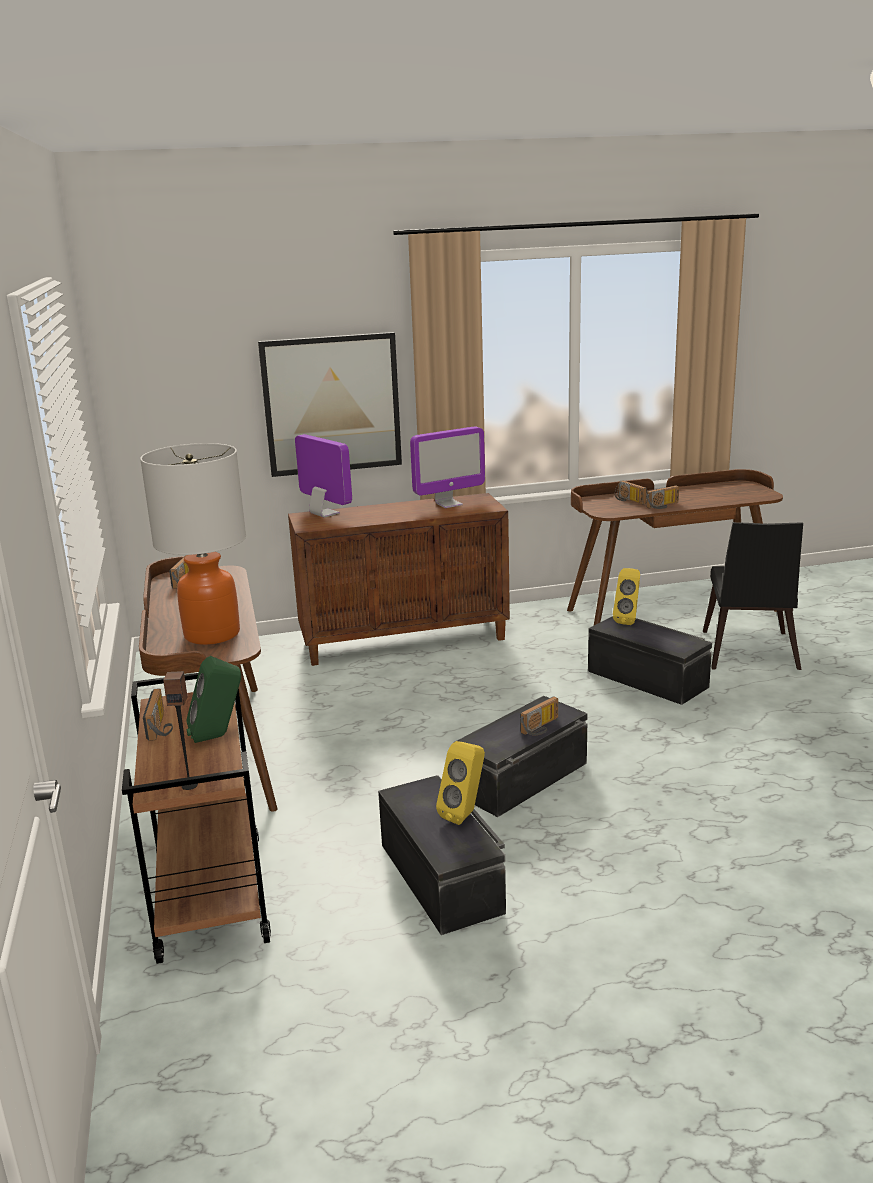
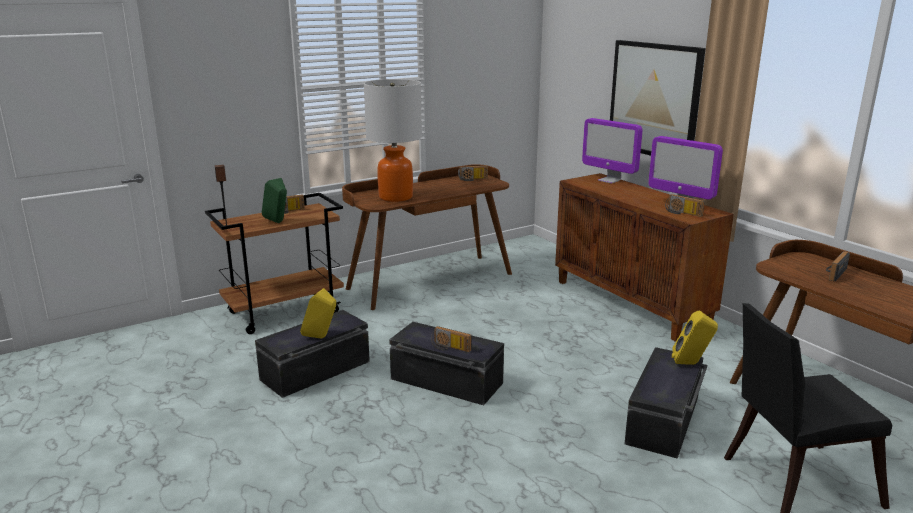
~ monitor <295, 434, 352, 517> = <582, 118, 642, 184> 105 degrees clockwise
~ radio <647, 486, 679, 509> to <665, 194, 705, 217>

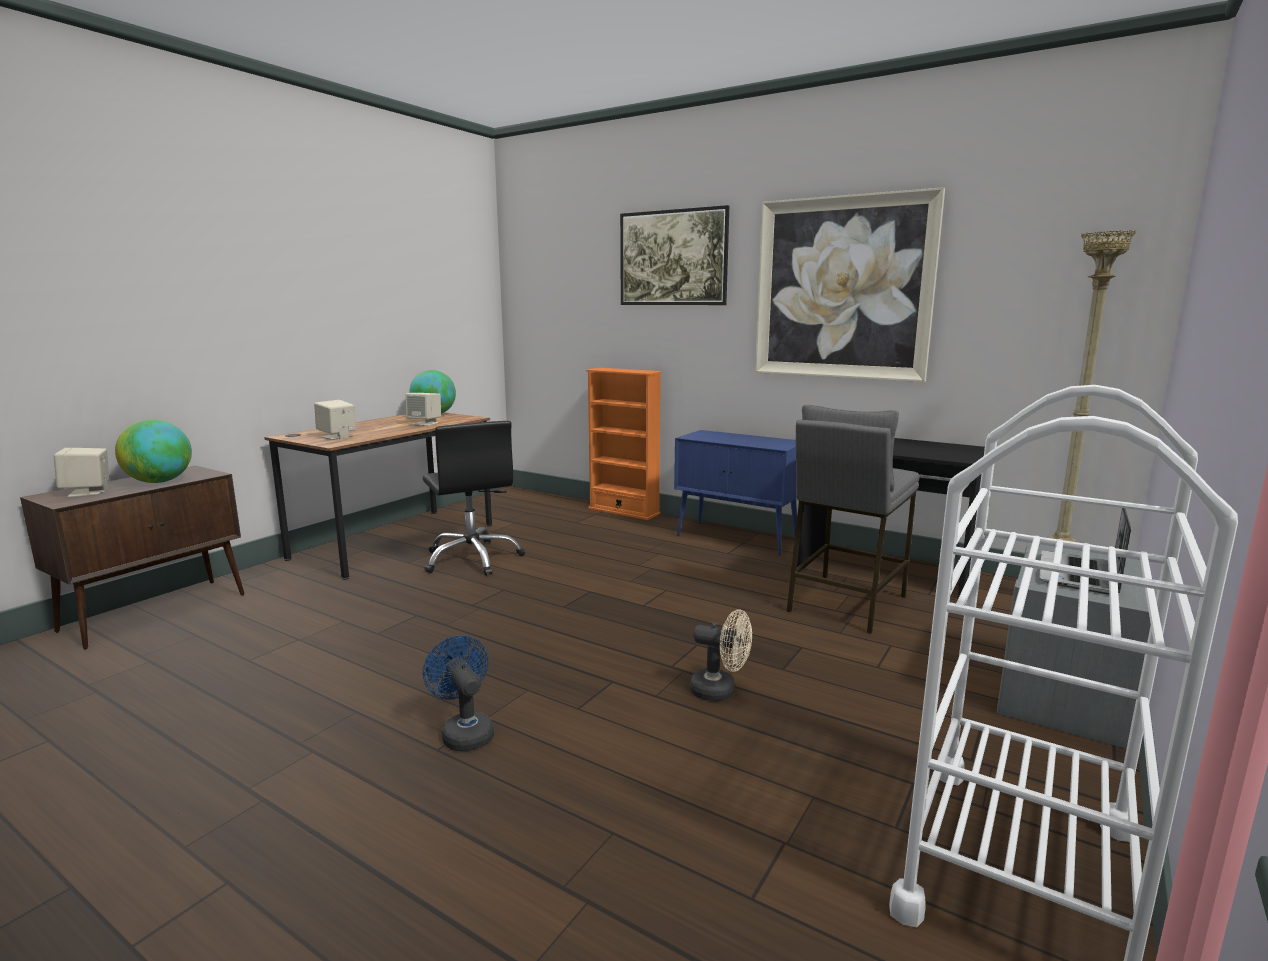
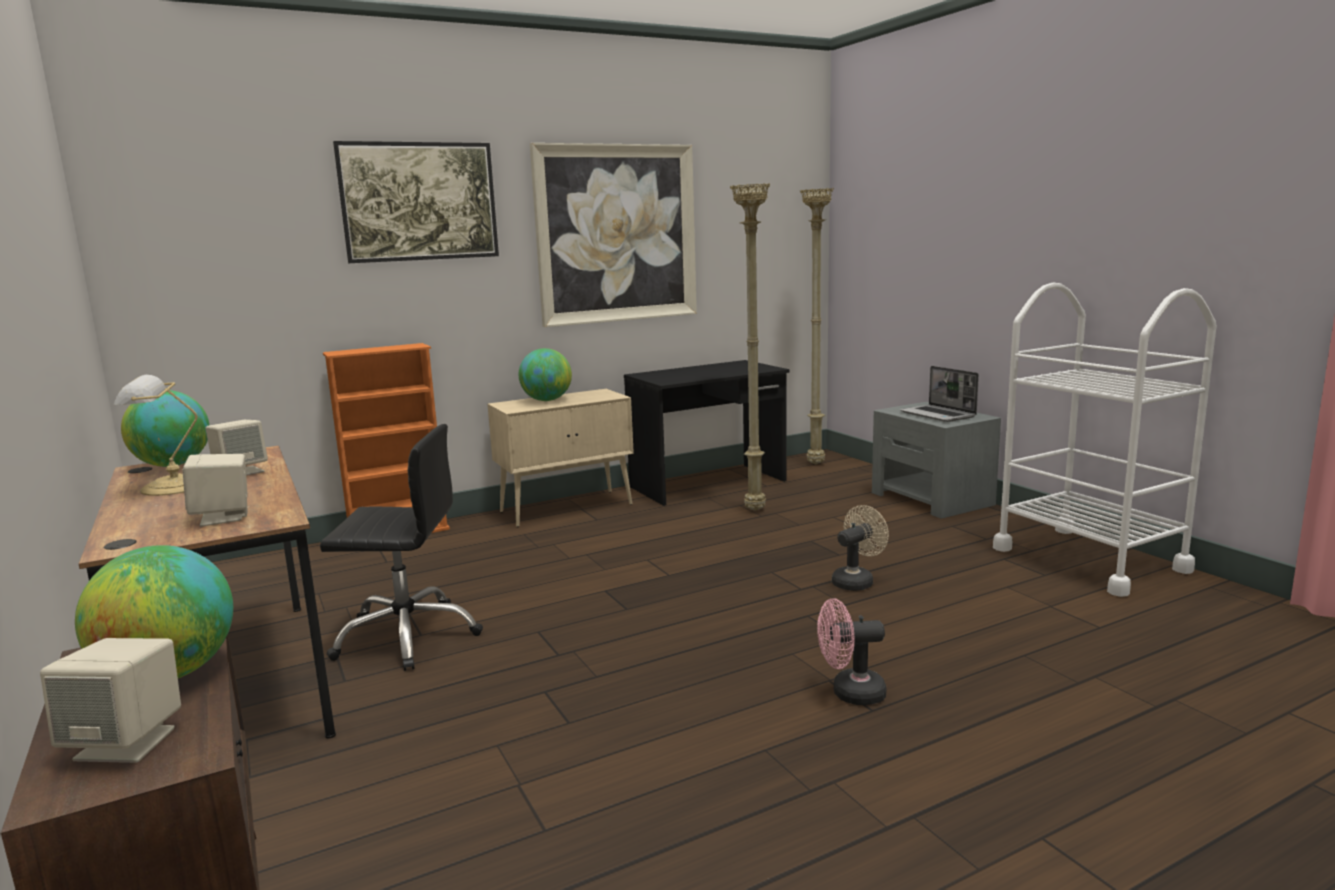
+ table lamp <114, 375, 198, 496>
~ blue cabinet <674, 430, 797, 556> to beige cabinet <487, 389, 634, 527>
+ globe <519, 348, 572, 401>
~ grey stool <786, 405, 919, 634> to beige floor lamp <730, 183, 770, 511>
~ blue fan <423, 635, 494, 751> to pink fan <817, 598, 887, 705>

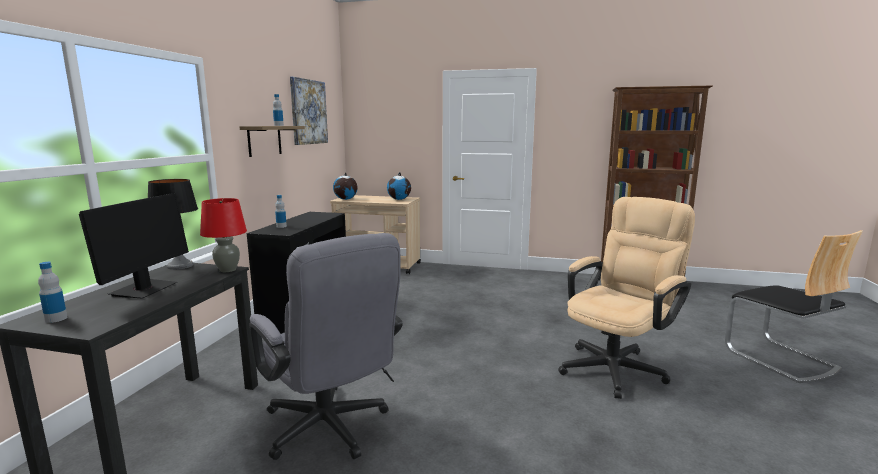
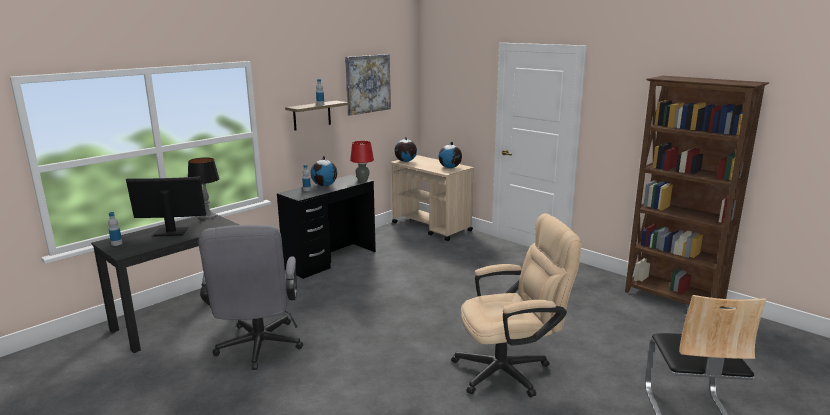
~ monitor <79, 193, 189, 299> = <126, 177, 206, 237> 135 degrees counterclockwise
+ globe <310, 156, 337, 186>
~ red table lamp <200, 198, 247, 272> to <350, 141, 374, 182>

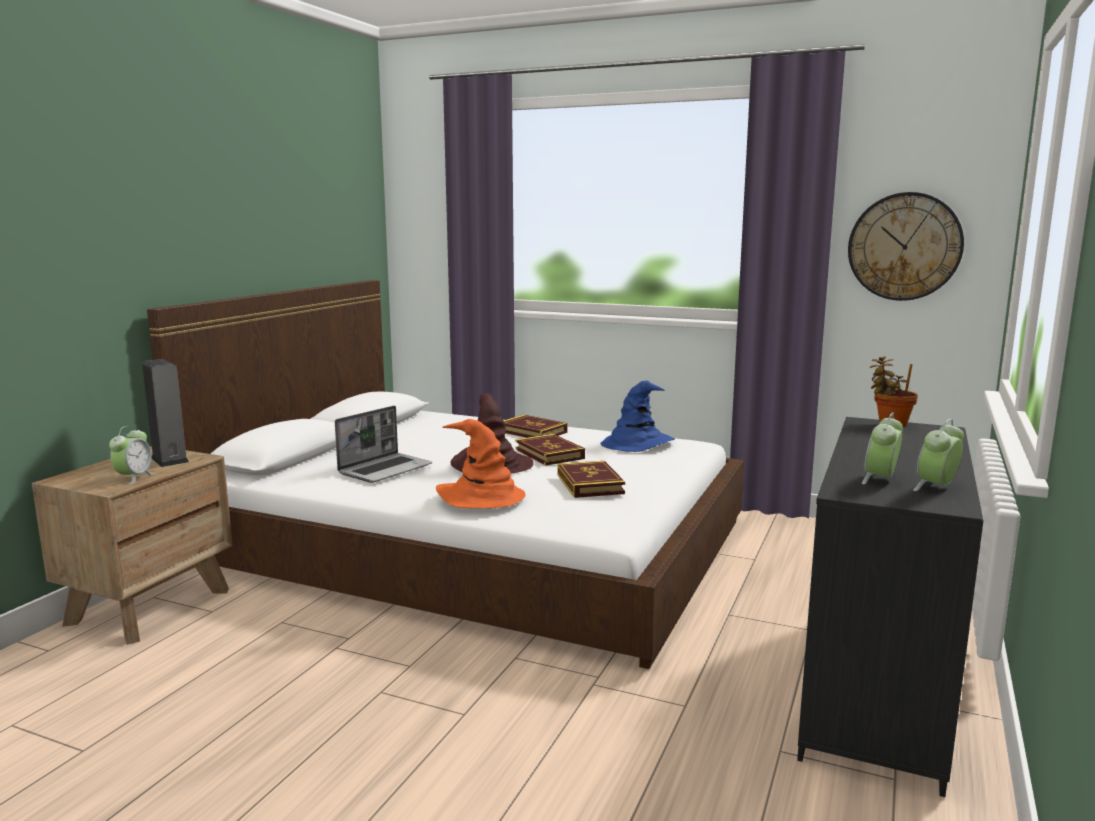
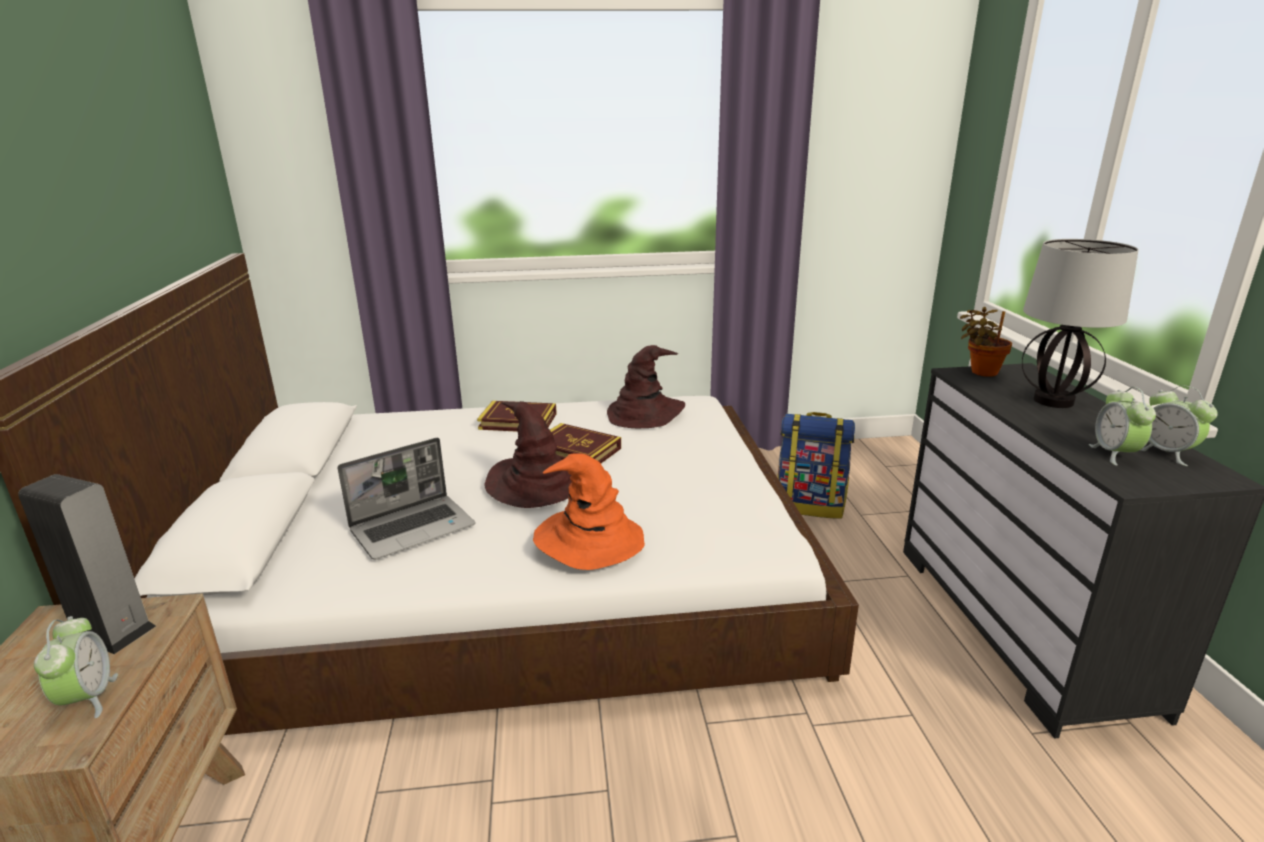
~ laptop <335, 406, 432, 483> = <338, 438, 475, 560> 45 degrees clockwise
~ blue hat <601, 381, 675, 452> to brown hat <607, 345, 685, 428>
+ backpack <777, 412, 855, 519>
+ table lamp <1022, 239, 1139, 408>
~ alarm clock <913, 419, 964, 491> = <1141, 385, 1218, 466> 45 degrees counterclockwise
- book <557, 461, 625, 498>
- wall clock <848, 192, 964, 301>

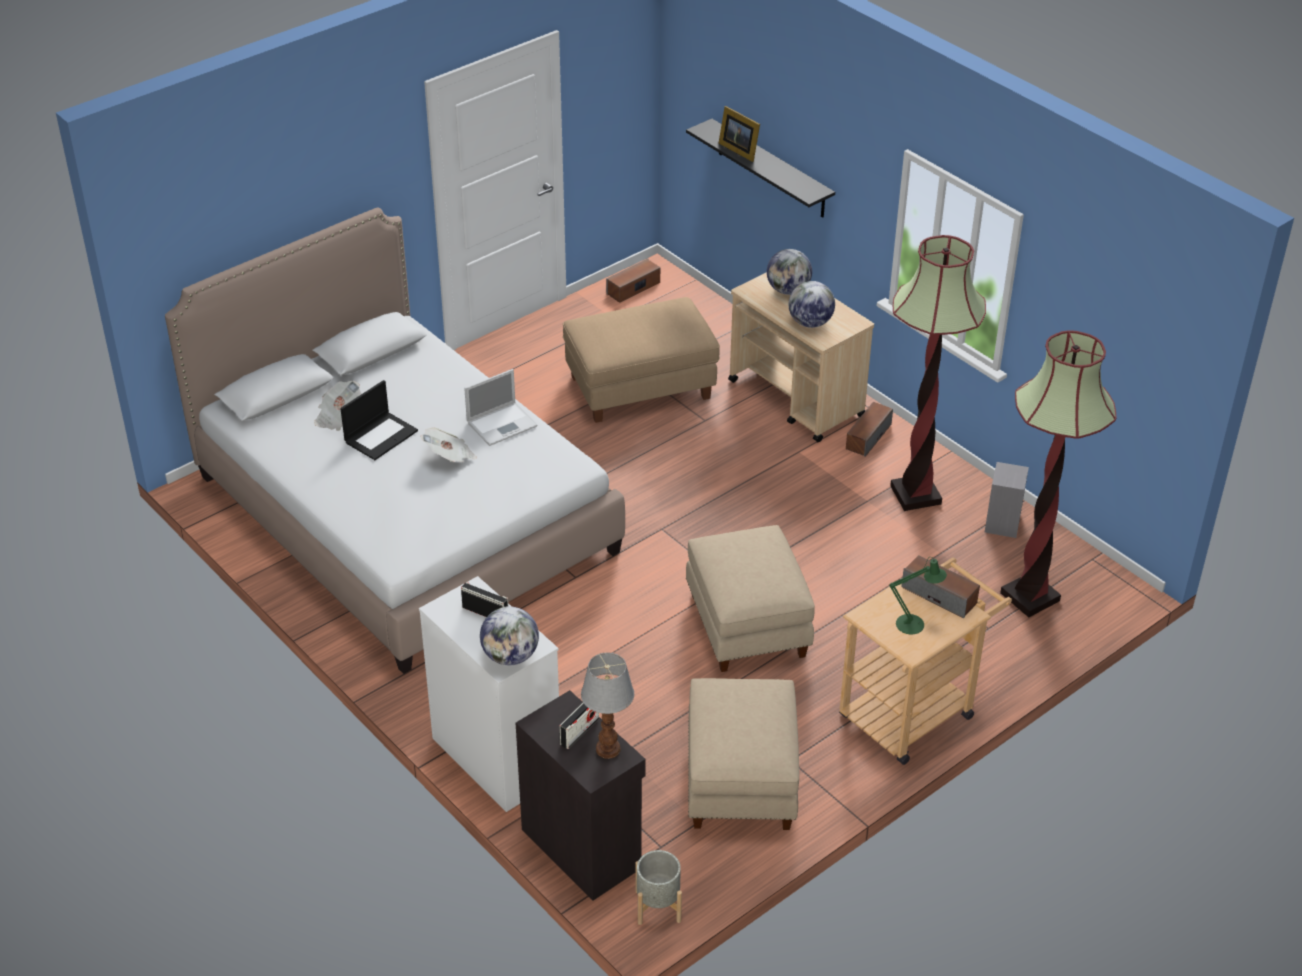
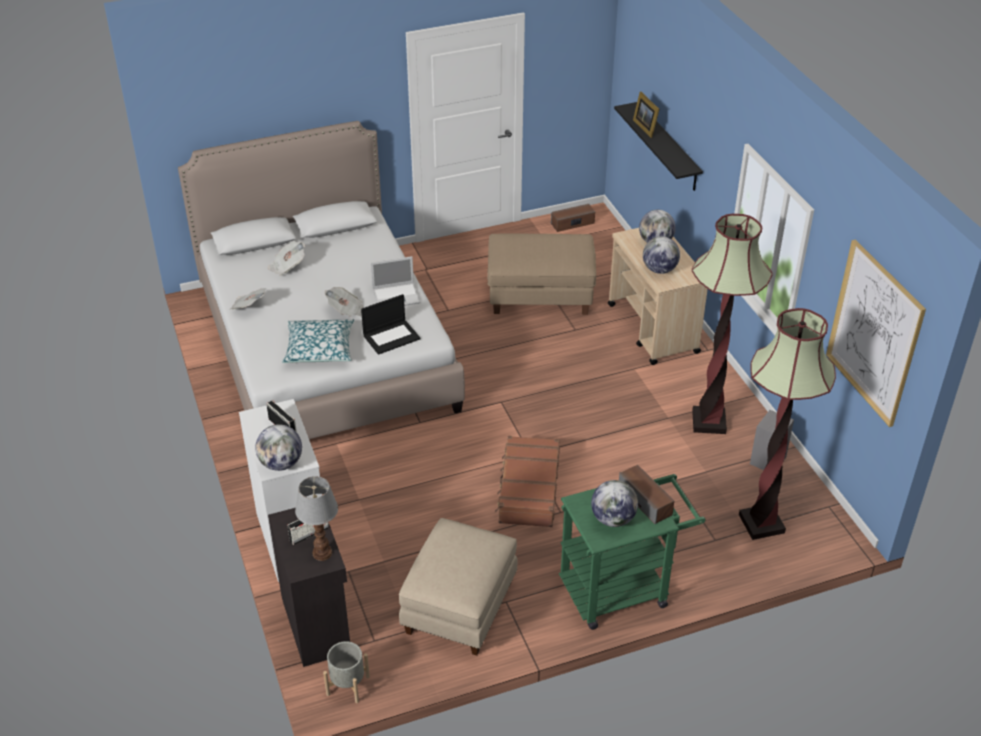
+ newspaper <230, 288, 267, 310>
+ pillow <282, 319, 354, 363>
~ laptop <340, 380, 418, 460> to <361, 294, 421, 355>
~ beige ottoman <686, 525, 815, 672> to brown suitcase <495, 436, 560, 527>
~ beige cart <839, 557, 1012, 765> to green cart <559, 474, 706, 630>
~ green table lamp <889, 557, 947, 635> to globe <591, 480, 638, 527>
+ picture <826, 239, 926, 427>
- speaker <846, 402, 893, 457>

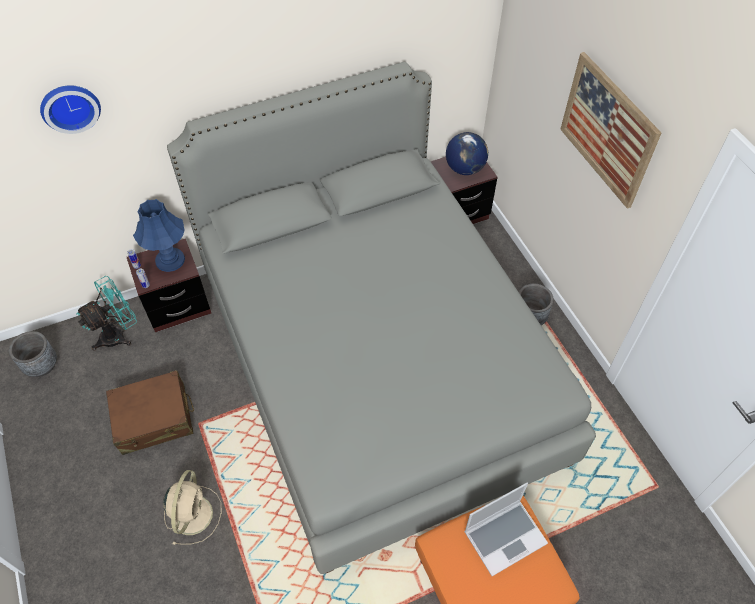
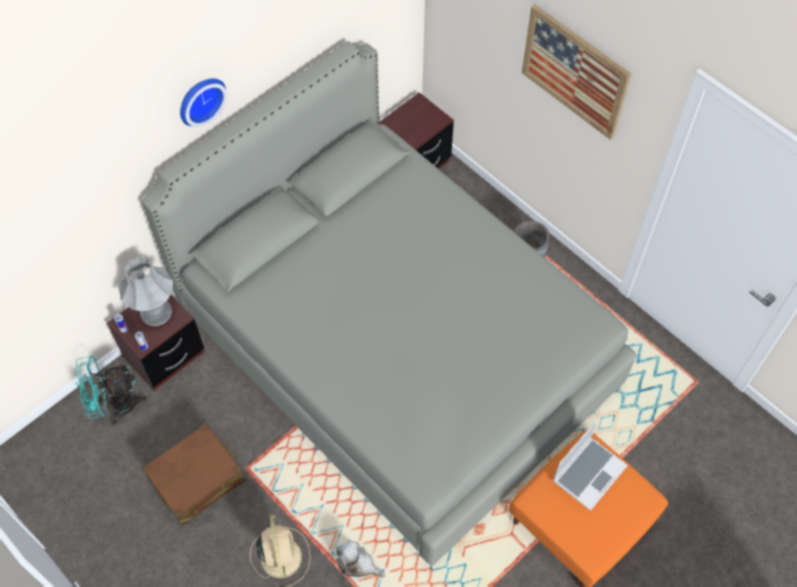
~ turquoise fan <77, 276, 137, 351> = <74, 356, 147, 425> 135 degrees counterclockwise
~ blue table lamp <133, 199, 185, 272> to grey table lamp <118, 257, 173, 326>
~ wall clock <40, 85, 101, 134> to <180, 78, 227, 127>
+ plush toy <336, 540, 385, 577>
- grey planter <9, 331, 57, 377>
- globe <446, 132, 488, 175>

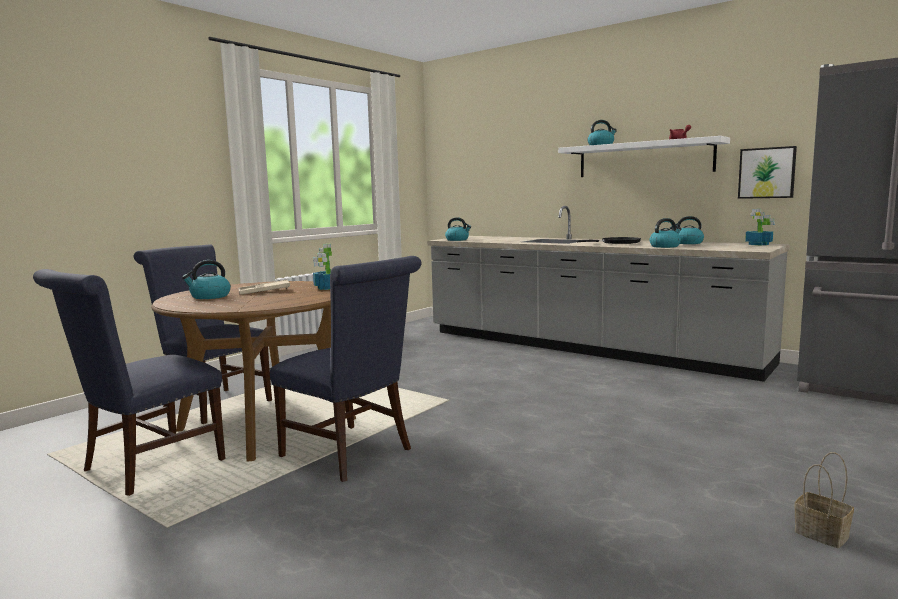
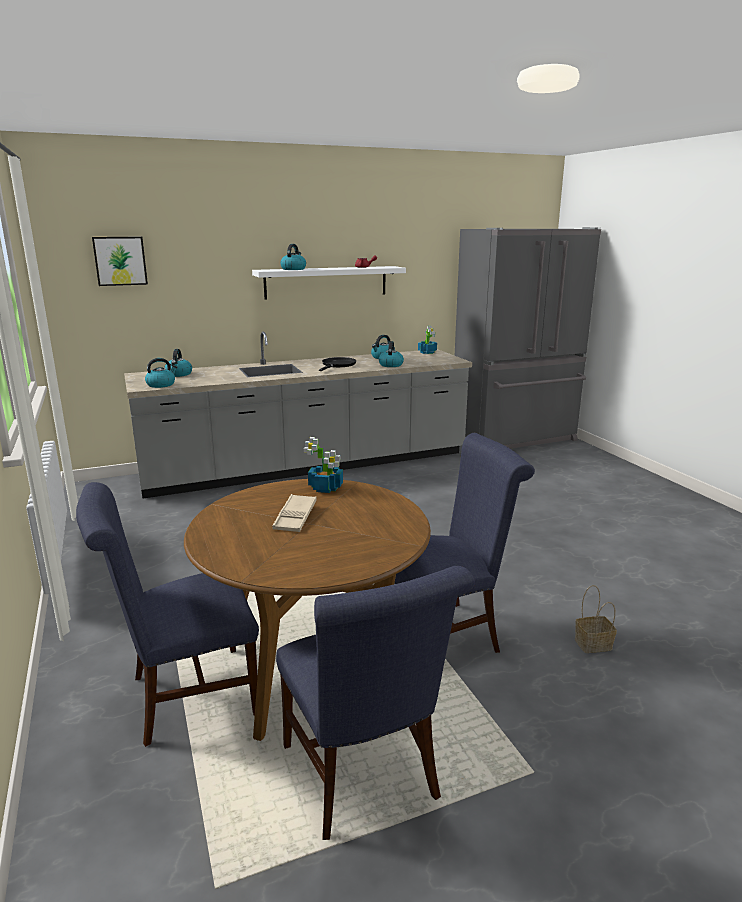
~ picture <738, 146, 797, 199> to <92, 237, 148, 286>
~ kettle <182, 260, 231, 299> to <164, 349, 192, 377>
~ basket <794, 452, 854, 548> to <575, 585, 617, 653>

